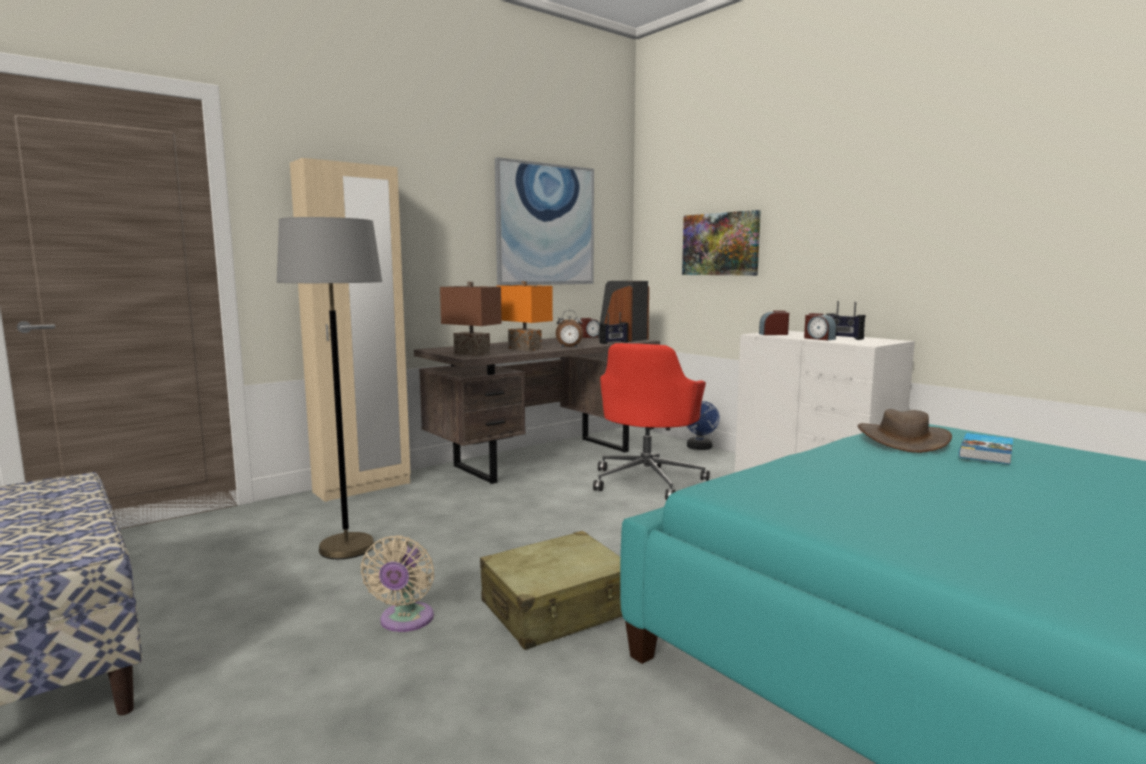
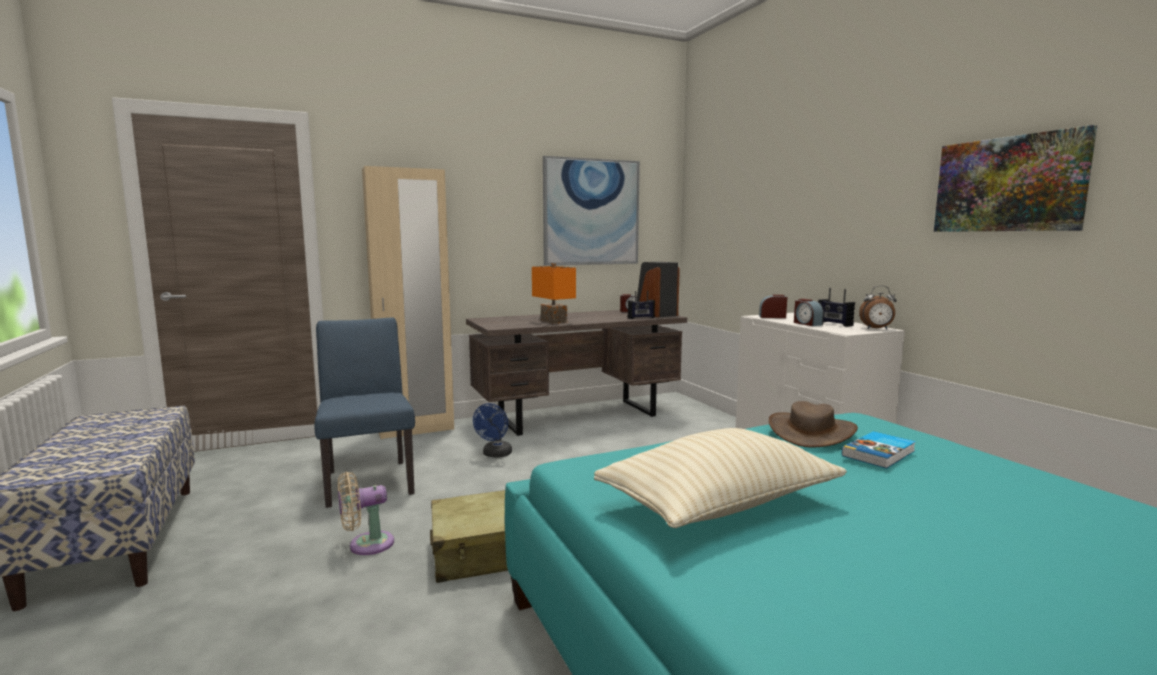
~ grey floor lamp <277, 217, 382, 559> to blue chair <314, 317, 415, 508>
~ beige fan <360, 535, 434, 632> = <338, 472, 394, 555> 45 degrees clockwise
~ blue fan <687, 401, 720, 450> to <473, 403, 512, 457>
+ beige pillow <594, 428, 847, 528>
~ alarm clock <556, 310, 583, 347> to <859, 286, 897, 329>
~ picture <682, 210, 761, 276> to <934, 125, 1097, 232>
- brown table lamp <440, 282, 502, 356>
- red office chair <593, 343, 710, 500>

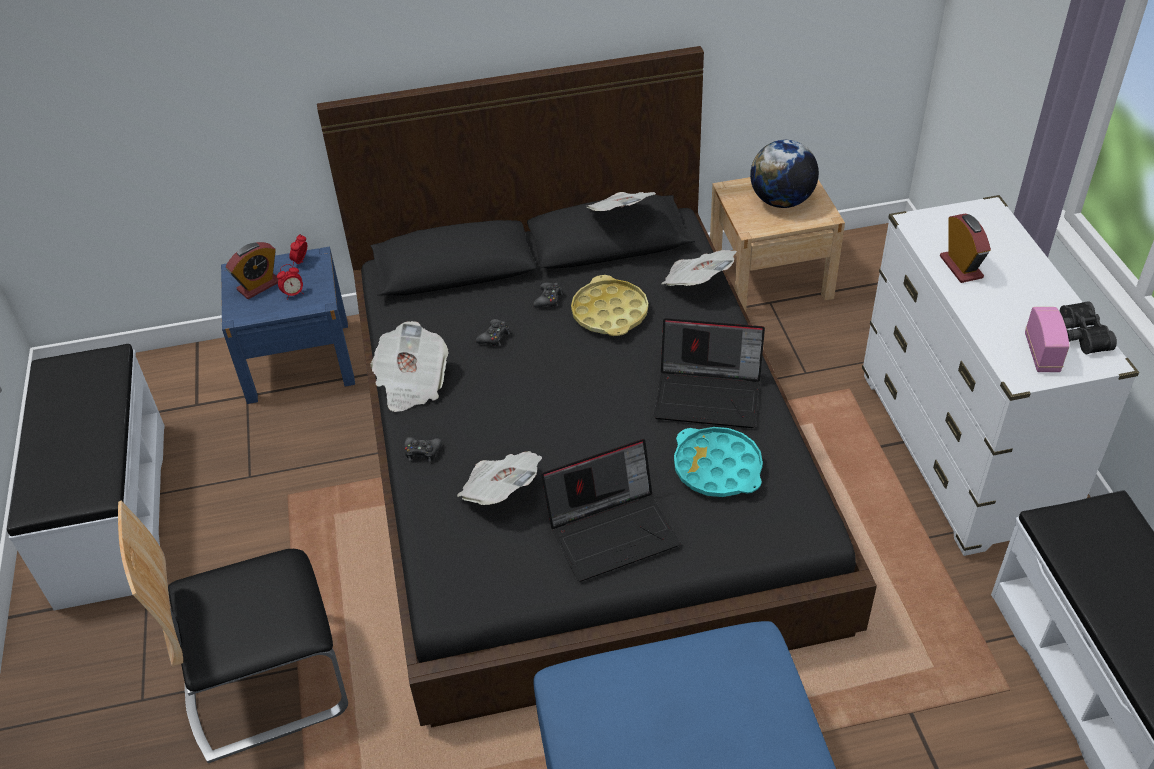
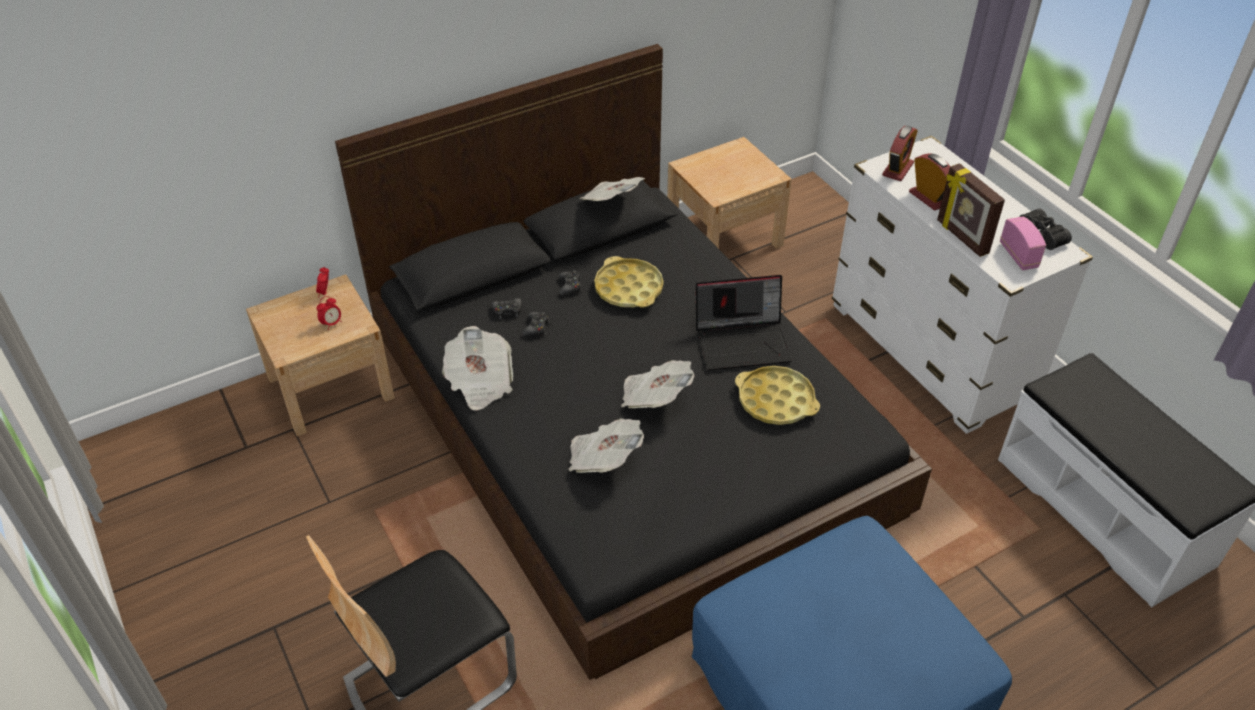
~ blue nightstand <221, 247, 355, 404> to beige nightstand <246, 274, 395, 436>
~ black game controller <404, 437, 442, 462> to <491, 298, 522, 319>
~ newspaper <661, 250, 737, 286> to <621, 360, 694, 408>
~ turquoise tray <674, 427, 763, 497> to yellow tray <735, 366, 820, 425>
~ alarm clock <226, 242, 279, 299> to <882, 126, 918, 181>
+ picture frame <937, 163, 1005, 257>
- white bench <7, 344, 165, 610>
- laptop <541, 439, 681, 581>
- globe <750, 140, 819, 208>

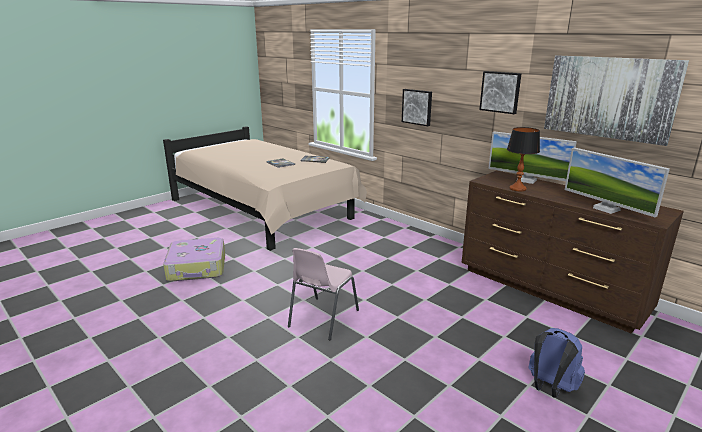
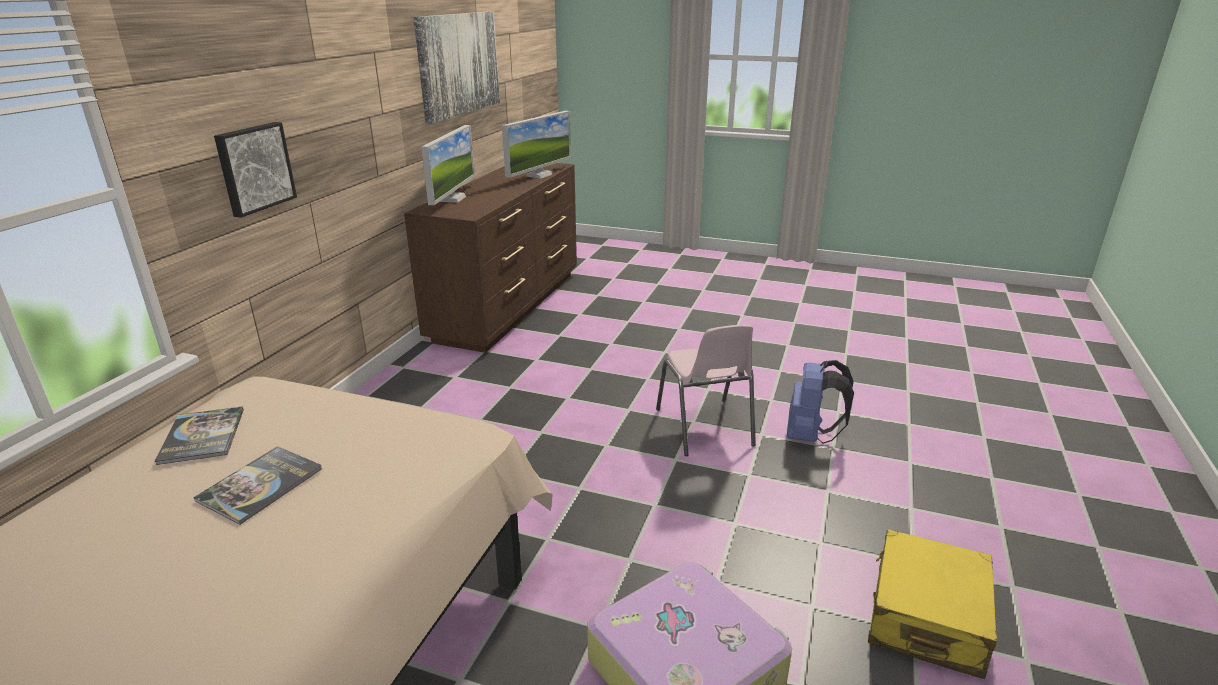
~ pink chair <288, 248, 359, 340> = <656, 325, 756, 456> 75 degrees clockwise
~ blue backpack <528, 328, 585, 397> to <787, 360, 854, 444>
+ yellow suitcase <868, 529, 997, 679>
- picture <479, 71, 521, 114>
- table lamp <507, 127, 540, 192>

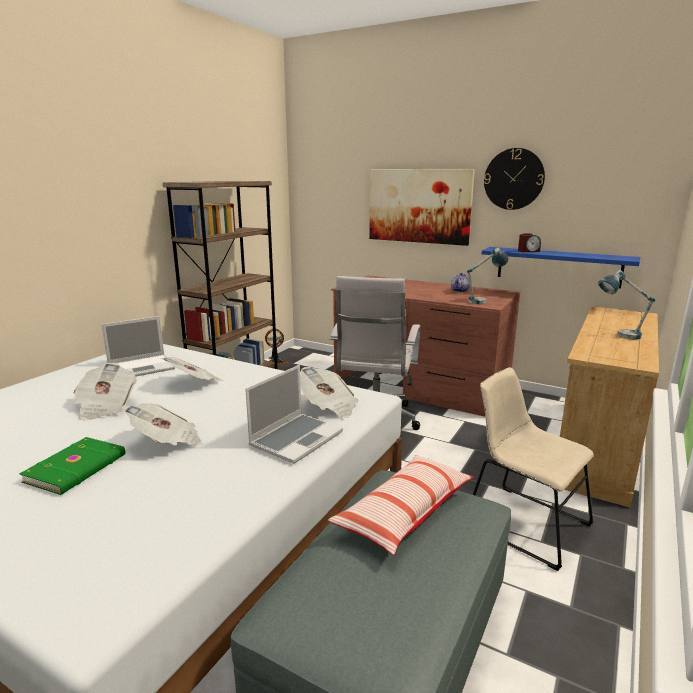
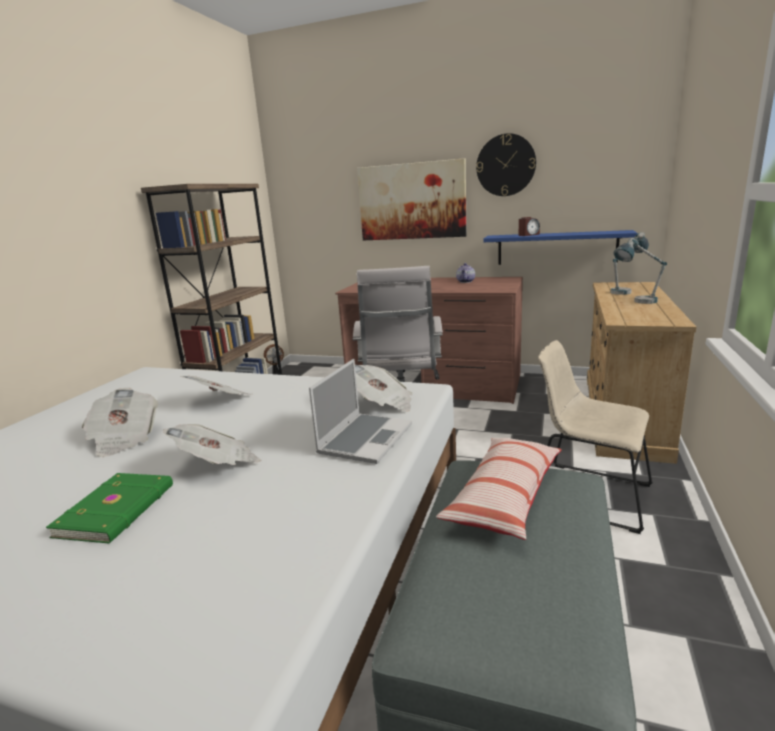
~ table lamp <467, 248, 509, 304> to <610, 232, 649, 295>
- laptop <101, 316, 175, 376>

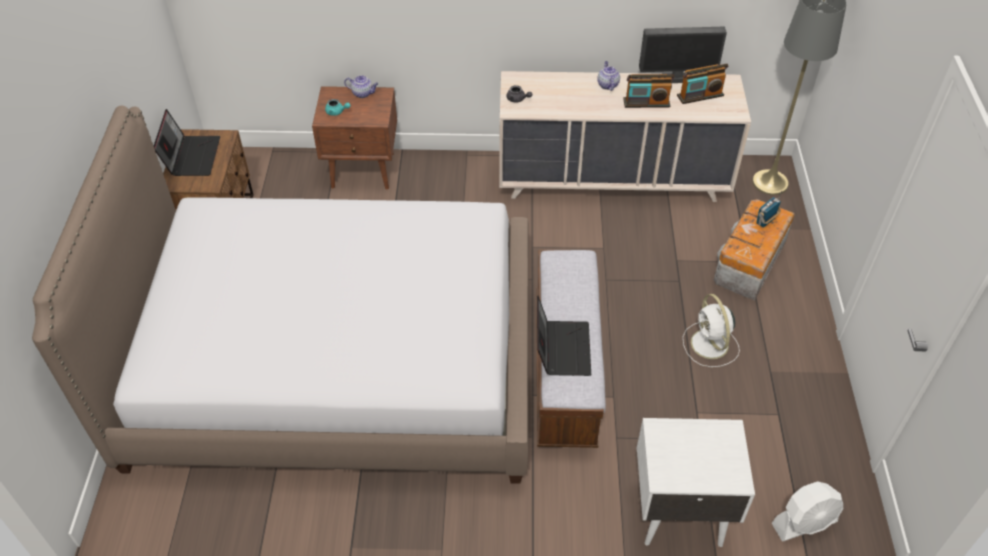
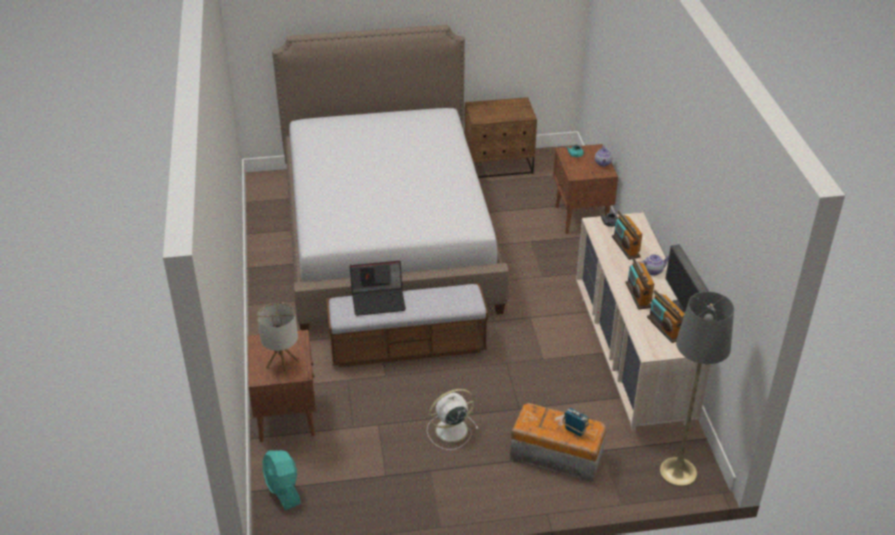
~ white nightstand <636, 418, 755, 547> to brown nightstand <248, 330, 316, 442>
+ table lamp <257, 302, 299, 376>
~ white fan <772, 481, 843, 541> to turquoise fan <263, 450, 301, 510>
+ radio <612, 211, 642, 260>
- laptop <154, 109, 220, 176>

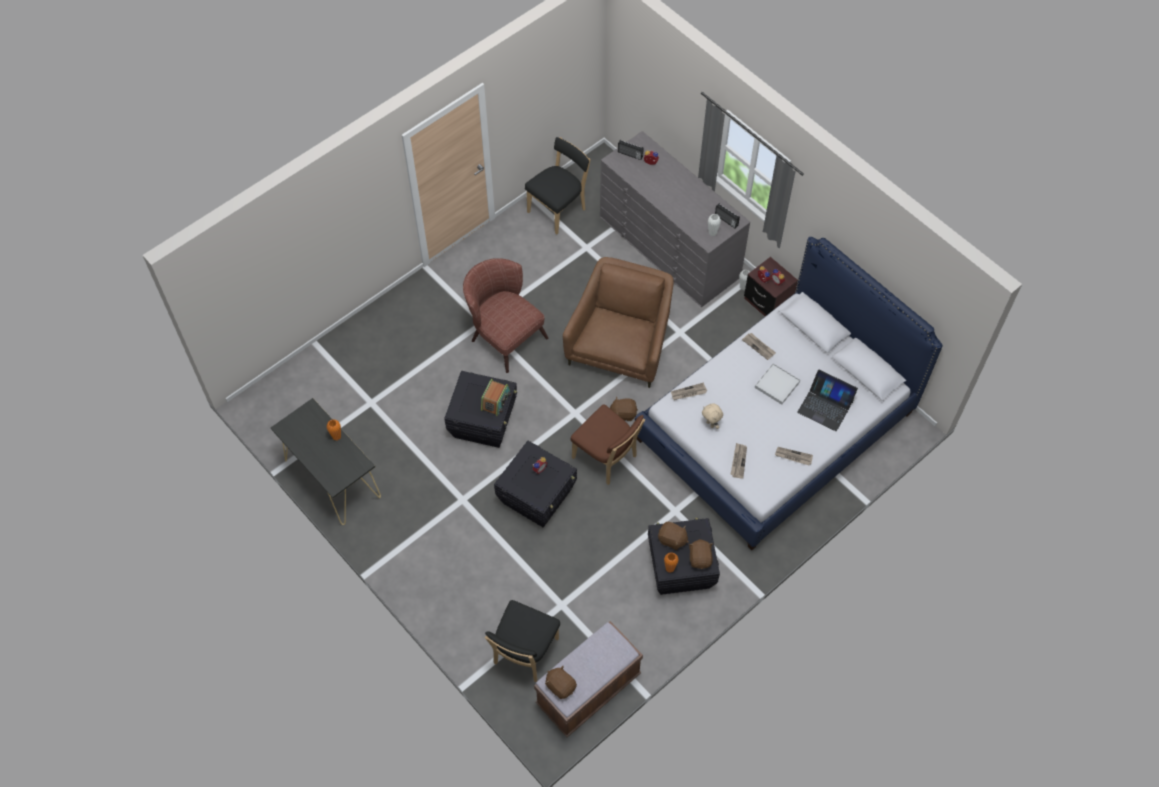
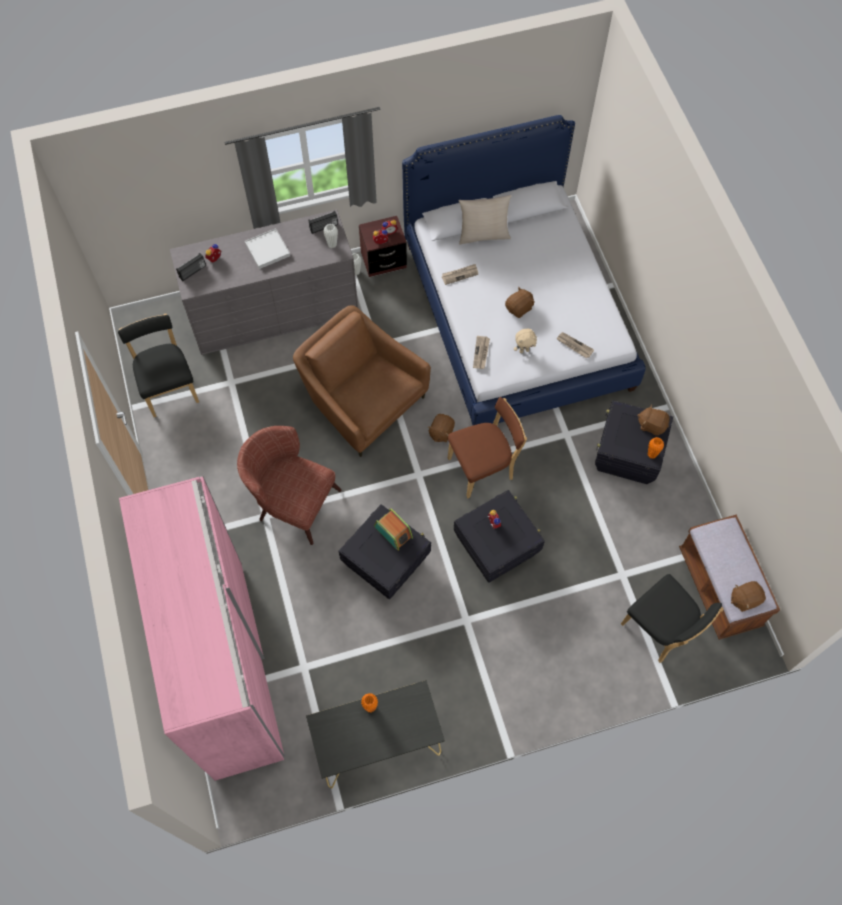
+ pink wardrobe <119, 476, 285, 781>
~ brown armchair <463, 258, 548, 373> = <237, 426, 342, 545> 45 degrees clockwise
~ white tray <755, 363, 800, 405> to <245, 228, 290, 269>
+ beige pillow <459, 195, 512, 245>
~ brown plush toy <658, 522, 689, 550> to <505, 287, 535, 318>
- newspaper <775, 447, 813, 465>
- laptop <797, 370, 858, 431>

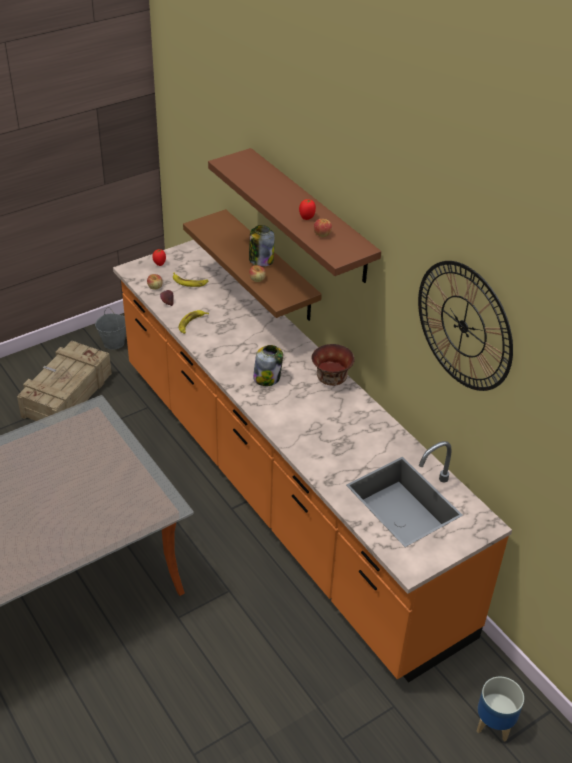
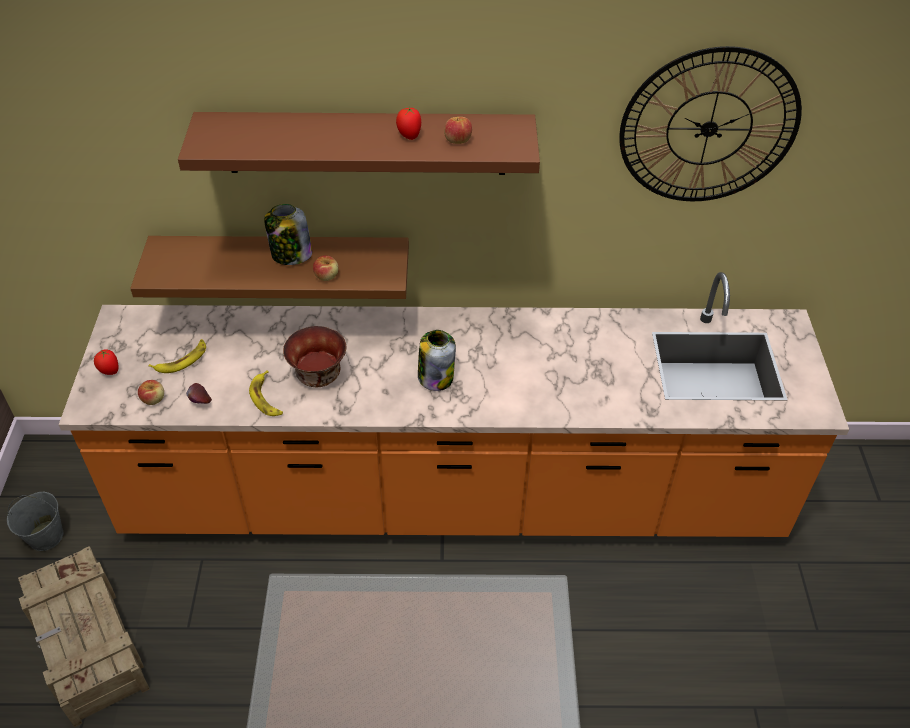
~ bowl <311, 344, 355, 386> to <283, 326, 346, 387>
- planter <477, 677, 524, 742>

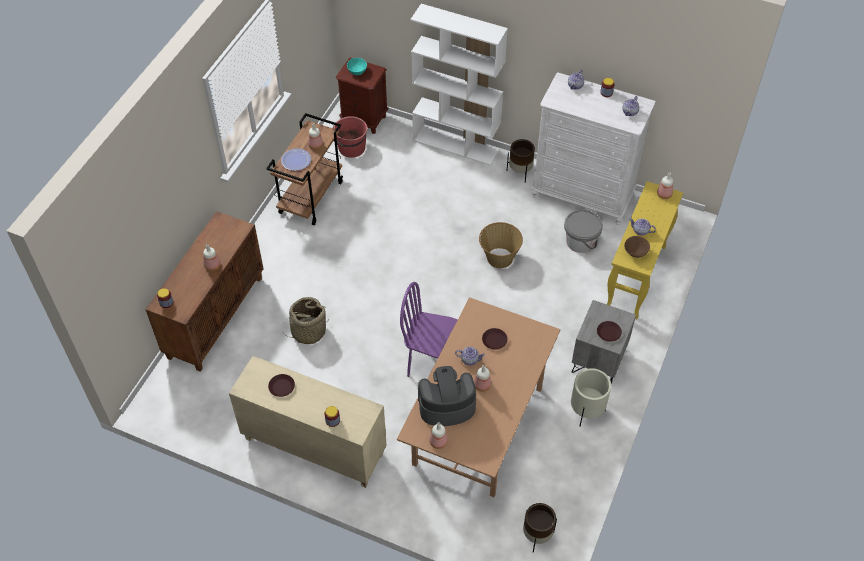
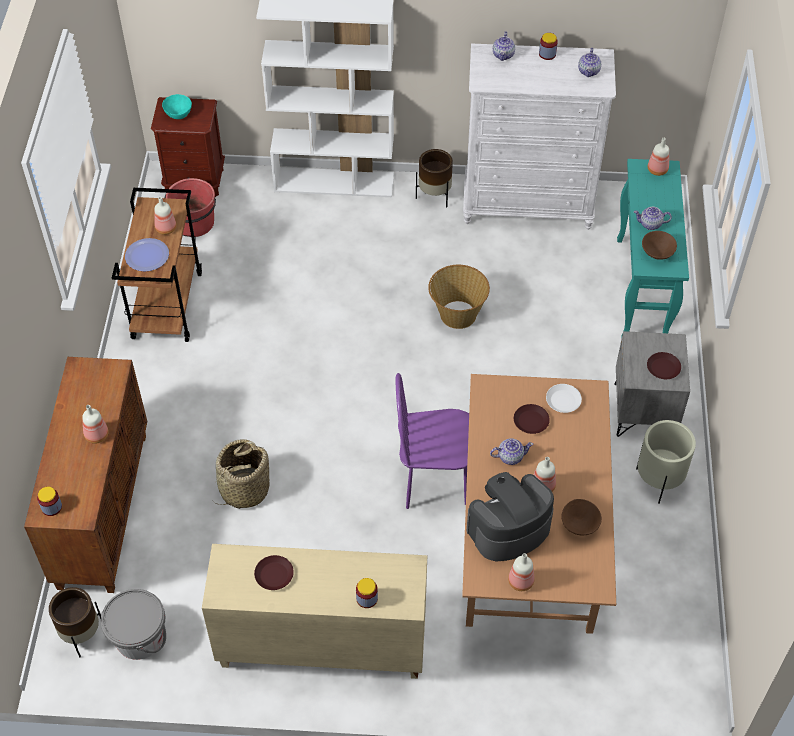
~ brown planter <523, 503, 557, 553> to <49, 587, 101, 657>
~ grey bucket <564, 210, 603, 253> to <101, 589, 166, 660>
+ white plate <546, 384, 582, 413>
+ brown bowl <561, 499, 602, 535>
~ yellow console table <607, 181, 683, 319> to turquoise console table <617, 159, 689, 339>

